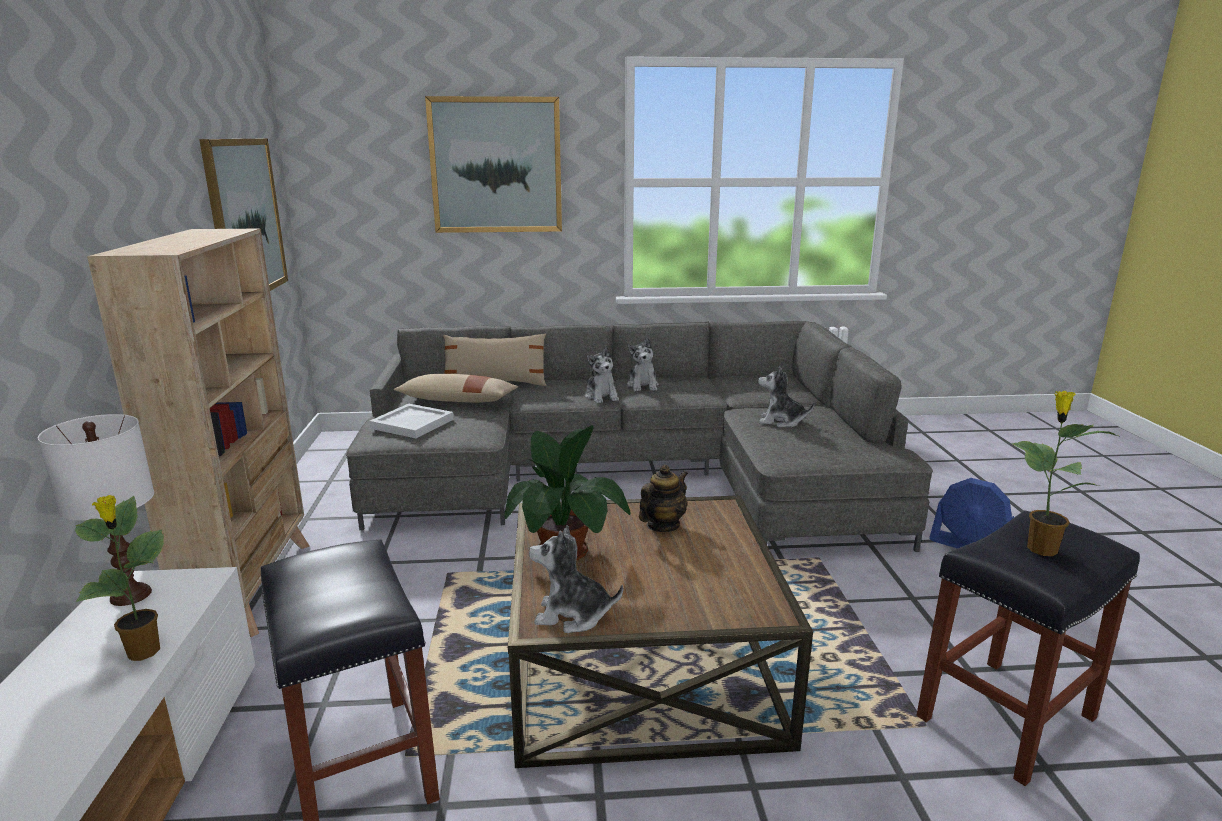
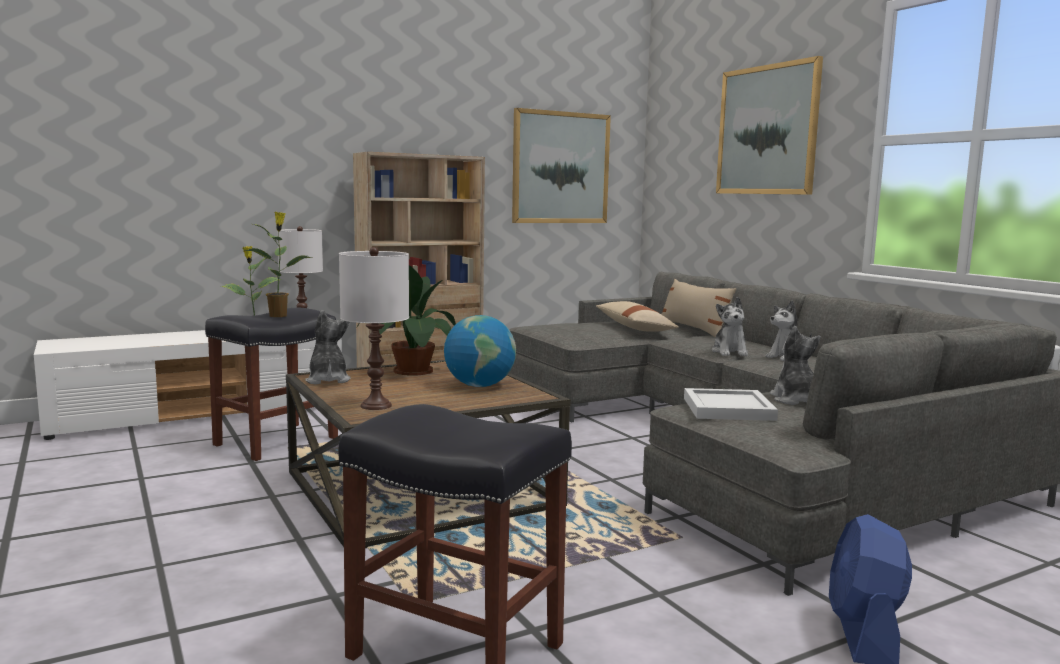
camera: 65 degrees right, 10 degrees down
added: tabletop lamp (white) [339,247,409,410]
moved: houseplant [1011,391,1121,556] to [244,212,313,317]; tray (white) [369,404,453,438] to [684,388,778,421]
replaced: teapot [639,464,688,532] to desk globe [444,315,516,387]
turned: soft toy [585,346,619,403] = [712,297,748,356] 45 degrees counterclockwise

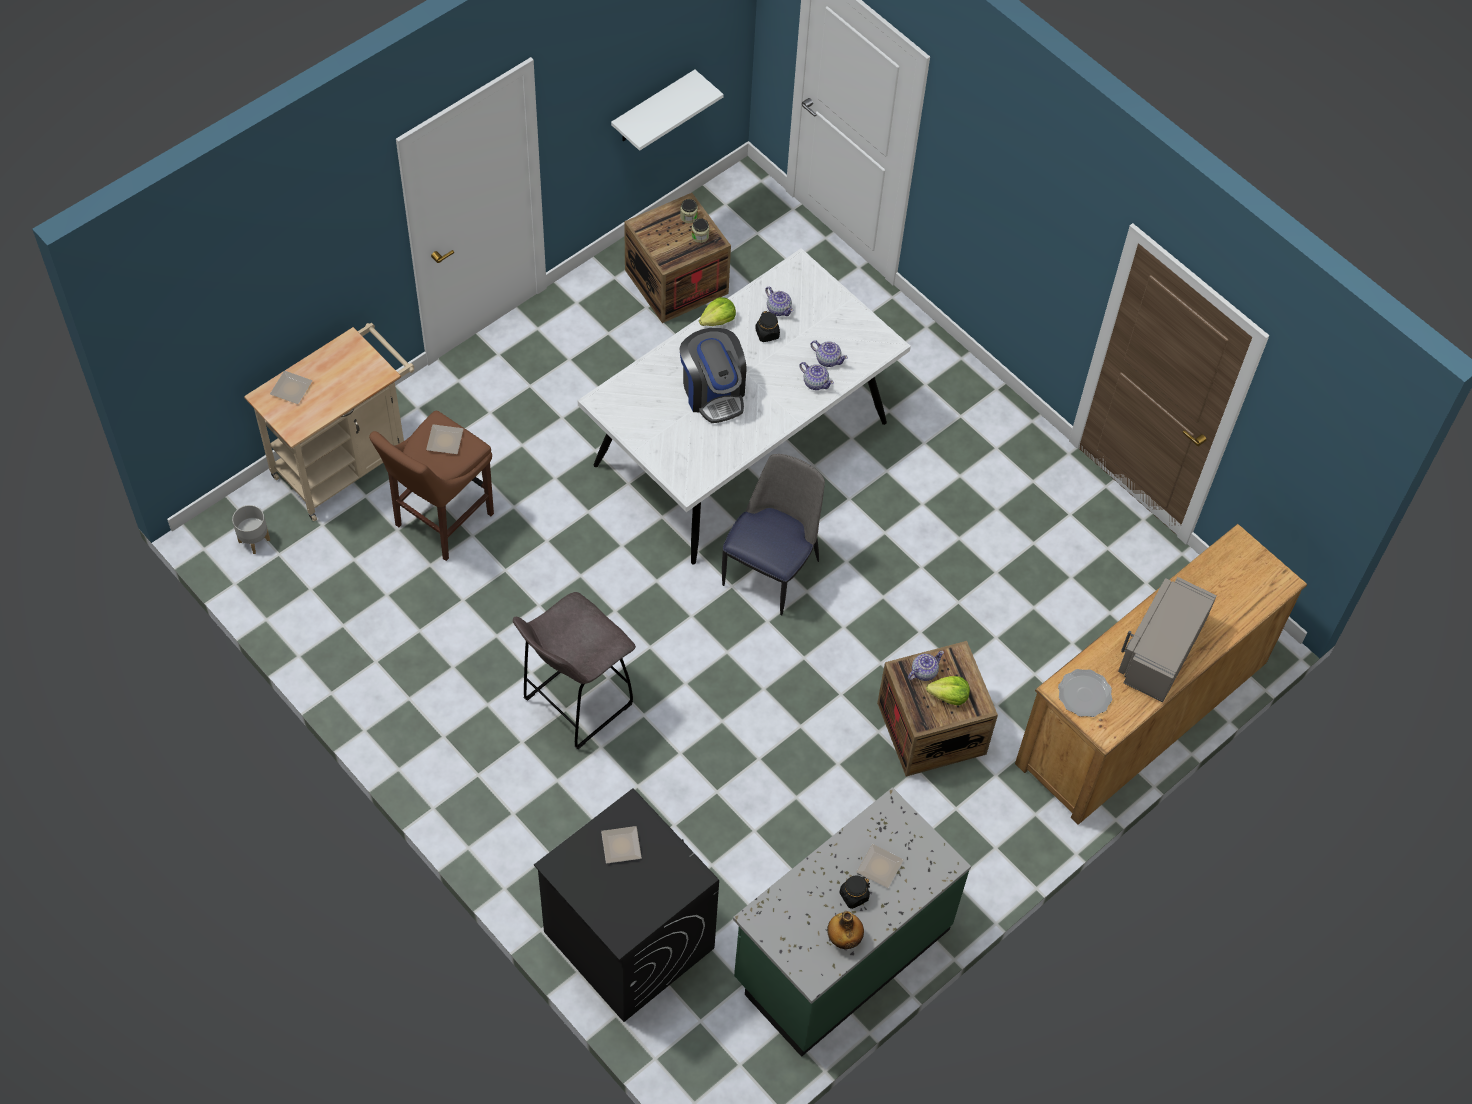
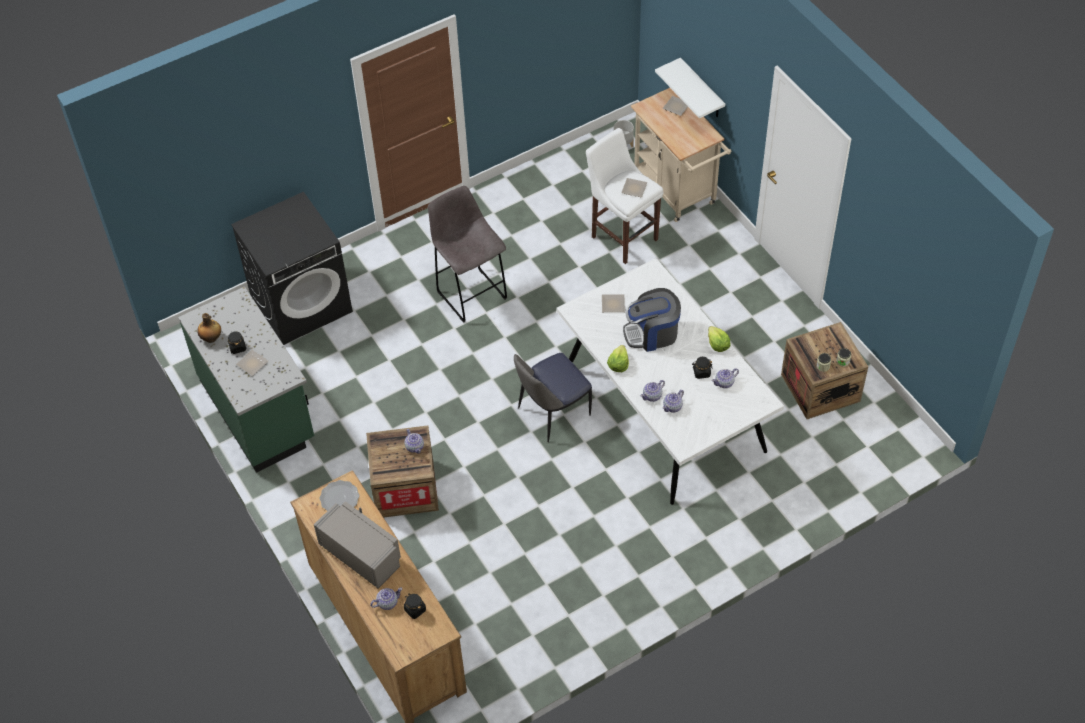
camera: 105 degrees right, 5 degrees down
added: teapot [370,588,403,610]; storage jar (black-coloured) [404,593,426,619]
moved: dinner plate [601,826,642,864] to [602,294,625,312]; lettuce [926,676,970,705] to [607,345,629,372]; shelf (white) [611,70,723,151] to [655,58,725,118]
recoloured: sitting stool (brown) [369,411,494,561] to sitting stool (white) [586,128,663,264]
turned: plain chair [722,454,825,615] = [514,353,592,442] 105 degrees clockwise

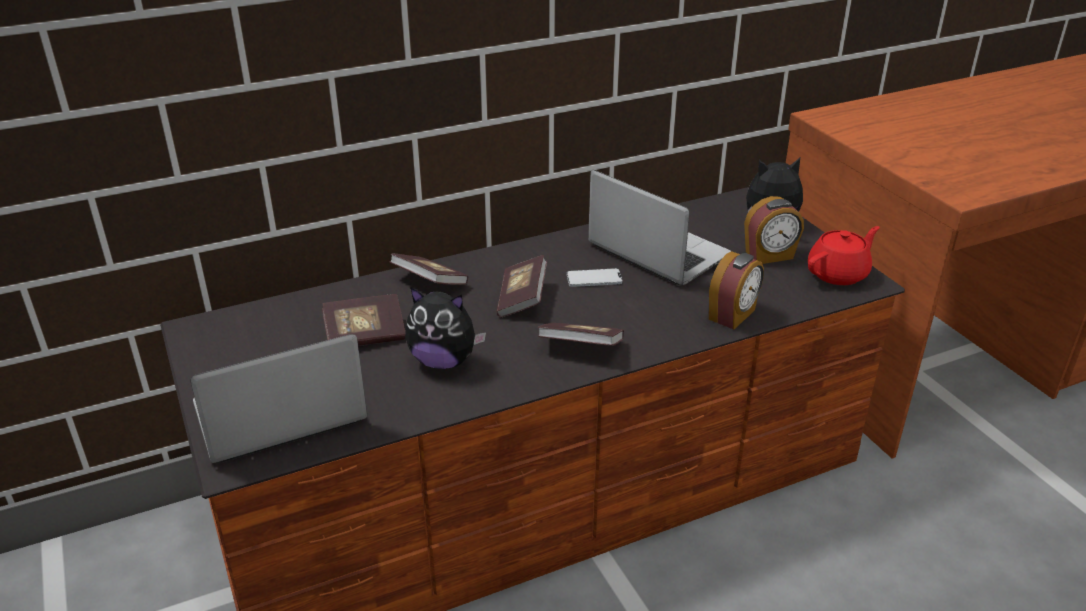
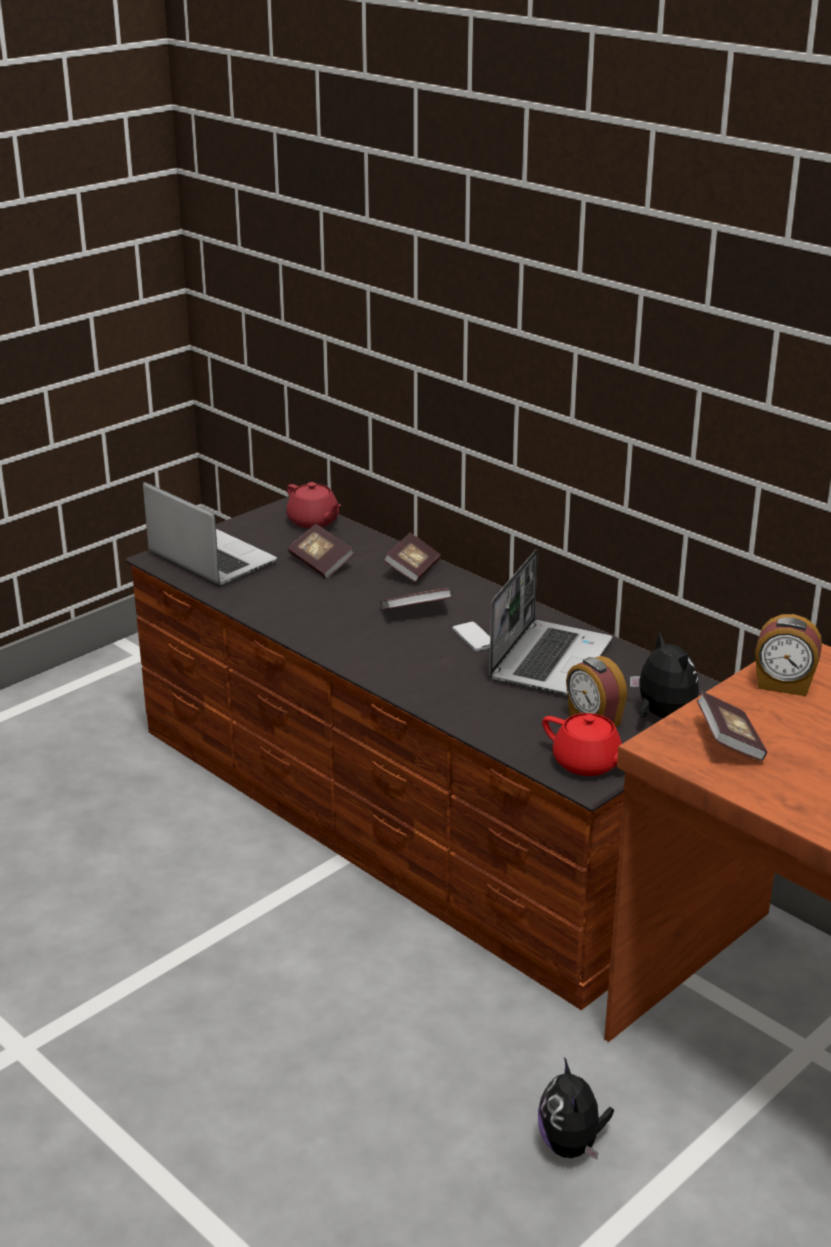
camera: 70 degrees right, 5 degrees down
added: teapot (red-coloured) [286,482,341,528]
moved: soft toy [405,287,486,369] to [538,1057,614,1160]; bound book [538,323,624,346] to [697,692,767,761]; bedside clock [709,251,764,330] to [755,614,822,696]

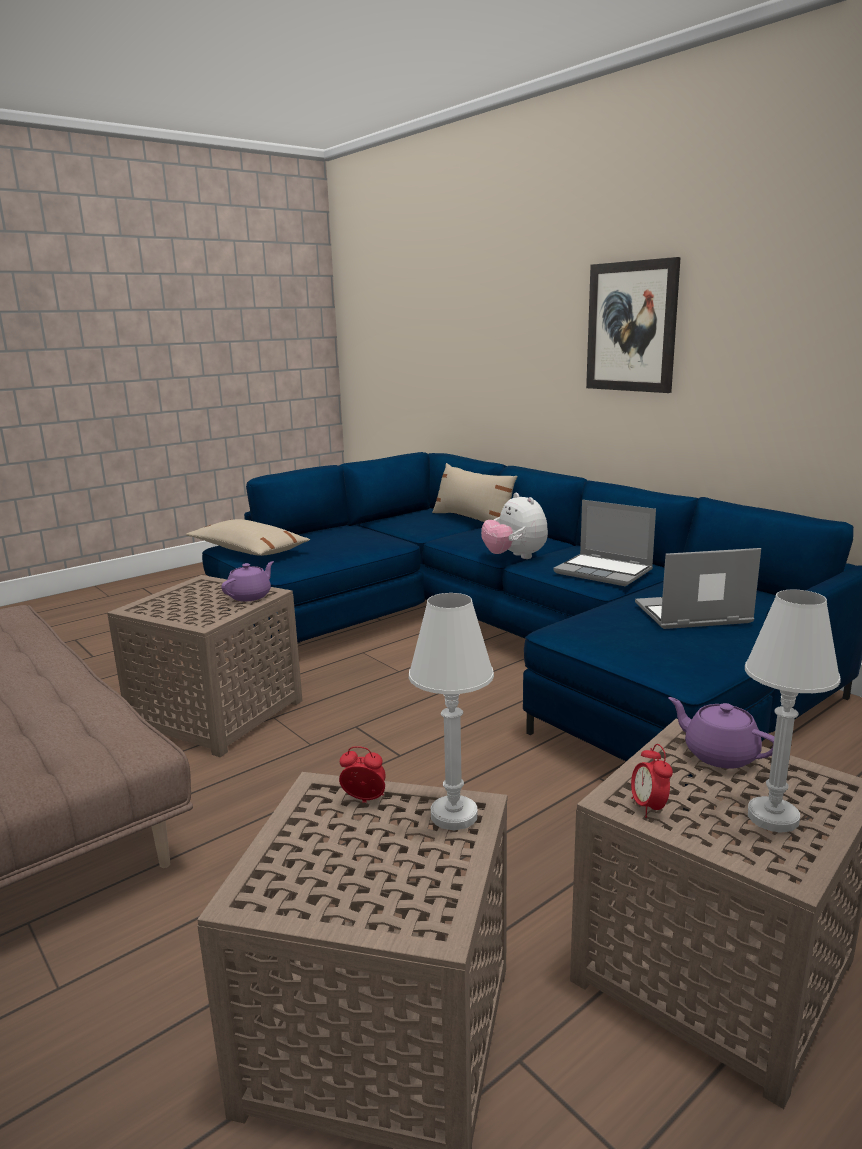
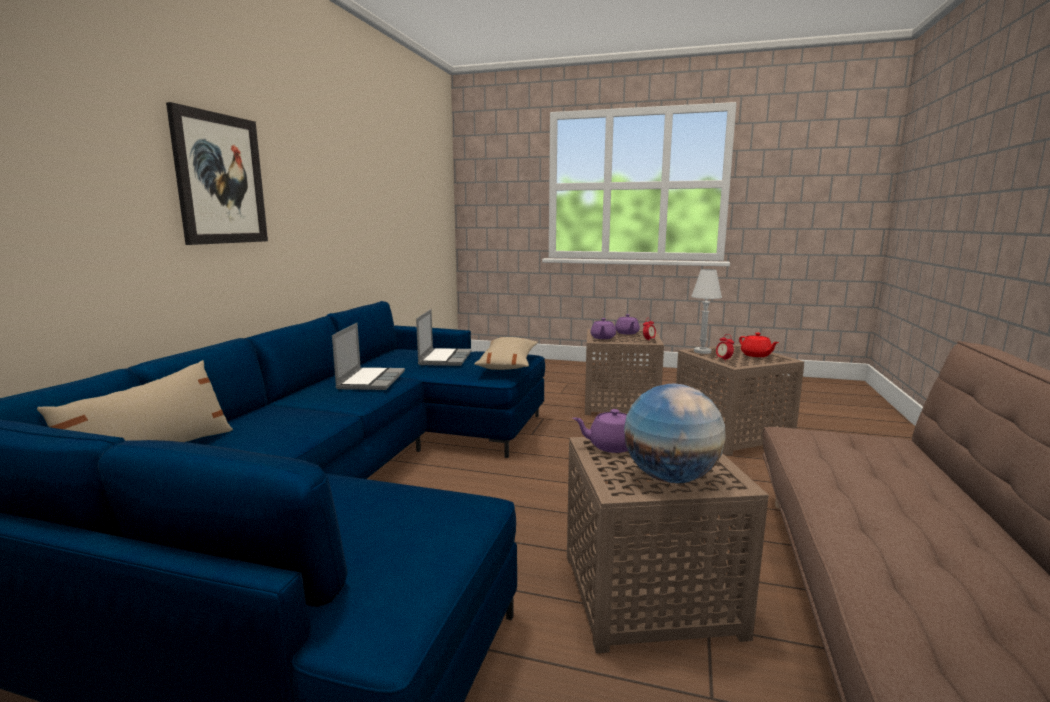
camera: 125 degrees left, 5 degrees down
removed: soft toy [481,493,548,559]
added: desk globe [624,384,726,483]; teapot (red-coloured) [739,333,779,357]
moved: throw pillow (beige-coloured) [186,519,310,556] to [474,337,538,370]
replaced: tabletop lamp (white) [745,590,841,833] to teapot (purple) [615,314,640,335]
turned: notebook computer [635,548,761,629] = [416,309,472,366] 135 degrees counterclockwise

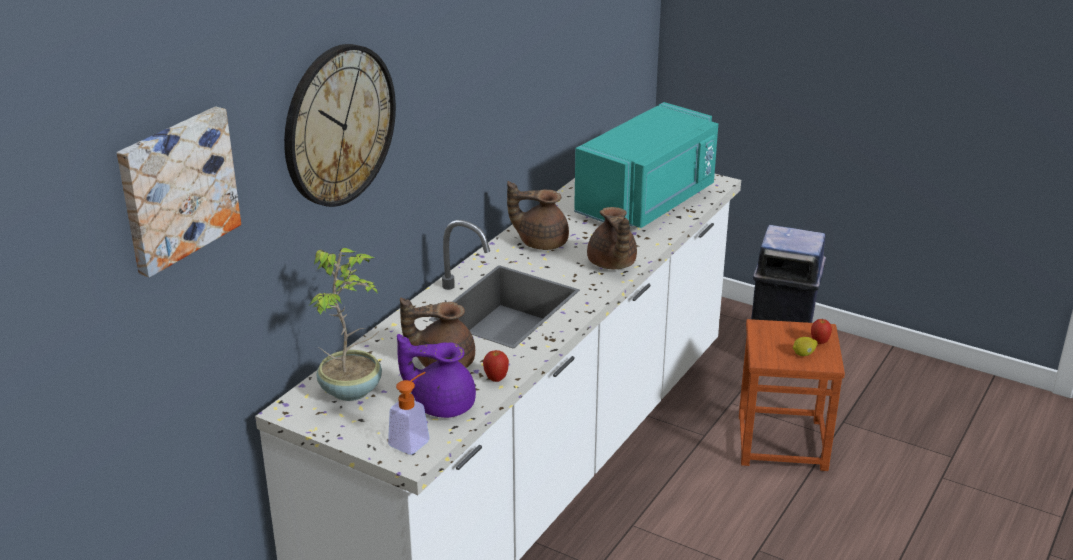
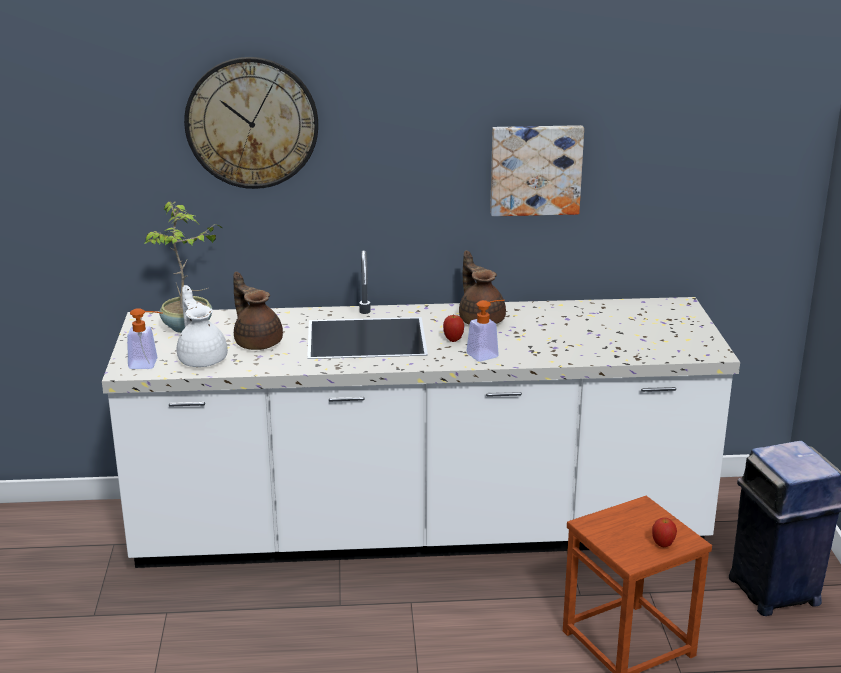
camera: 55 degrees right, 5 degrees down
removed: microwave oven (turquoise) [574,102,718,228]; lemon [793,337,818,356]
moved: whole apple [483,350,509,382] to [443,315,464,342]; wall picture [117,106,241,278] to [490,125,584,216]
replaced: teapot (brown) [587,207,637,269] to soap dispenser [466,300,505,361]
recoloured: teapot (purple) [397,334,476,418] to teapot (white) [177,285,228,367]

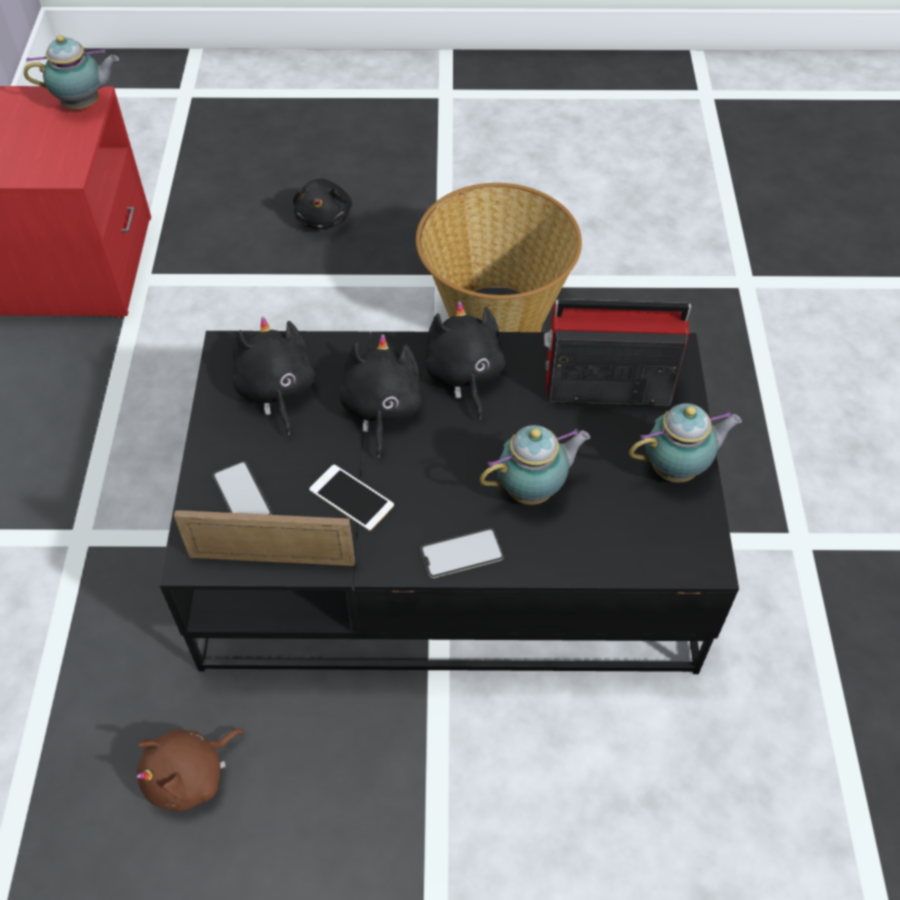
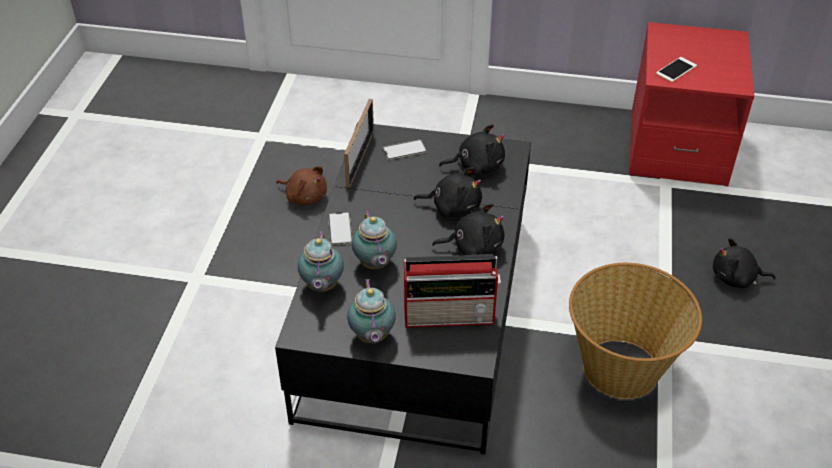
camera: 100 degrees right, 10 degrees down
moved: teapot [24,35,119,110] to [298,230,344,292]; phone [309,464,394,531] to [656,57,697,82]
turned: soft toy (brown) [136,729,244,811] = [276,166,327,205] 150 degrees clockwise; radio [544,299,691,406] = [404,254,501,328] 75 degrees clockwise

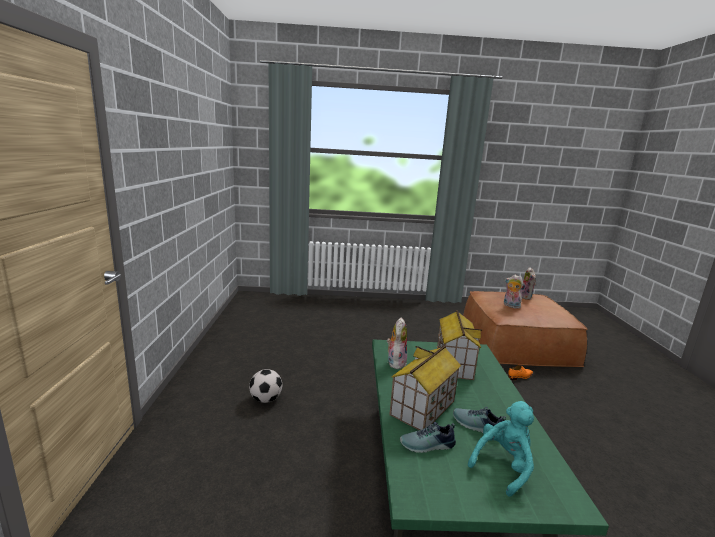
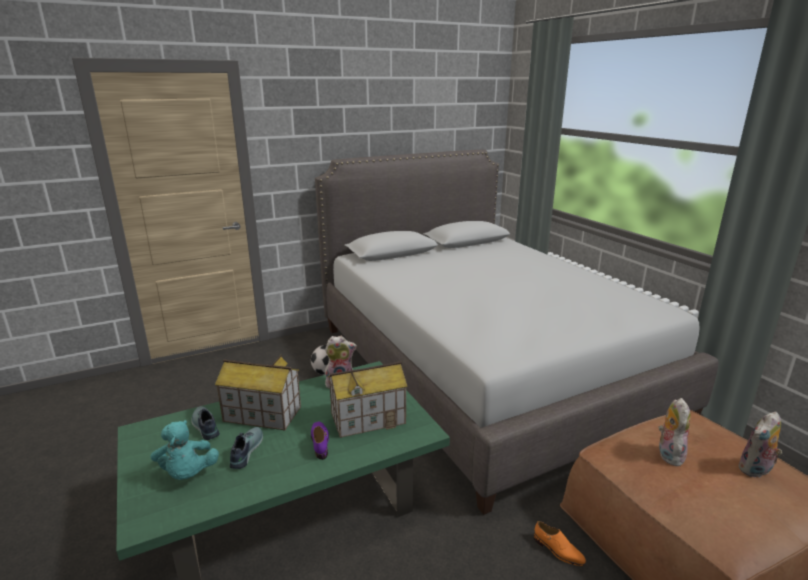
camera: 65 degrees right, 5 degrees up
added: low shoe (purple) [311,422,329,460]; bedroom bed (gray) [315,149,719,515]
turned: soft toy (turquoise) [468,401,534,497] = [151,420,219,480] 45 degrees clockwise

